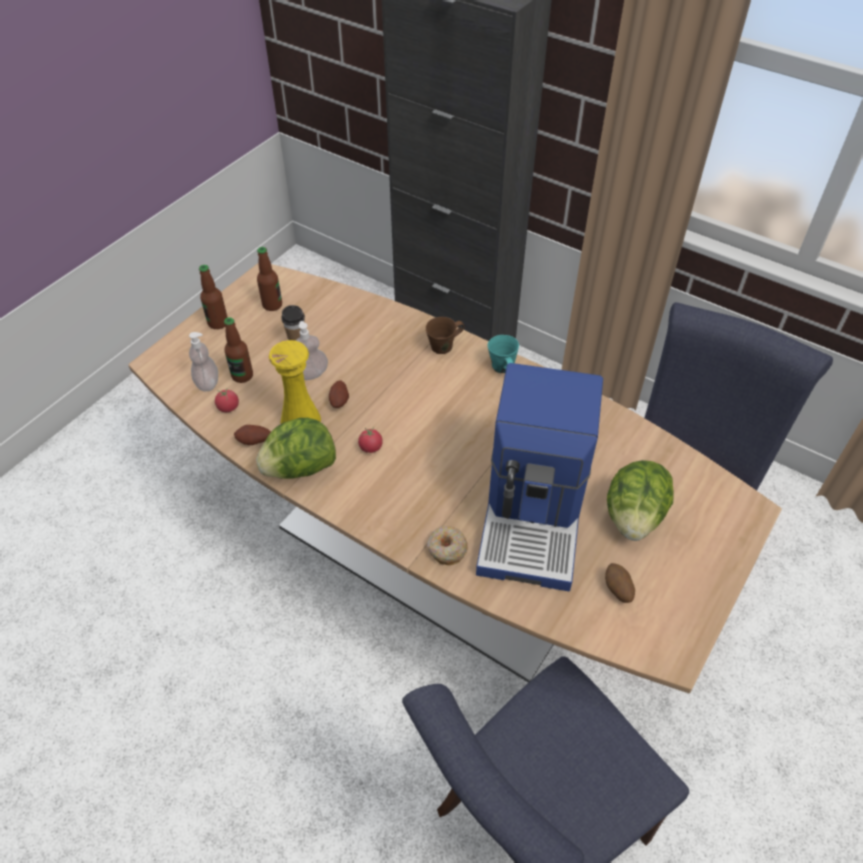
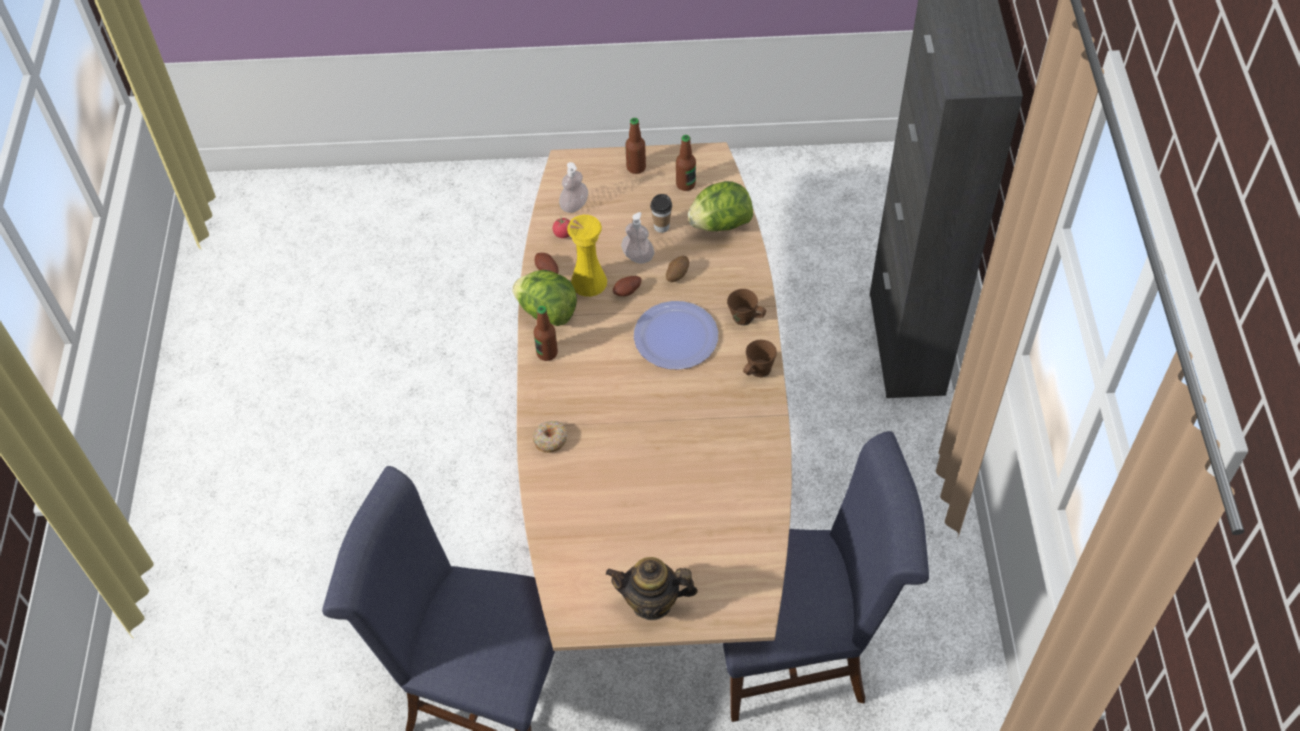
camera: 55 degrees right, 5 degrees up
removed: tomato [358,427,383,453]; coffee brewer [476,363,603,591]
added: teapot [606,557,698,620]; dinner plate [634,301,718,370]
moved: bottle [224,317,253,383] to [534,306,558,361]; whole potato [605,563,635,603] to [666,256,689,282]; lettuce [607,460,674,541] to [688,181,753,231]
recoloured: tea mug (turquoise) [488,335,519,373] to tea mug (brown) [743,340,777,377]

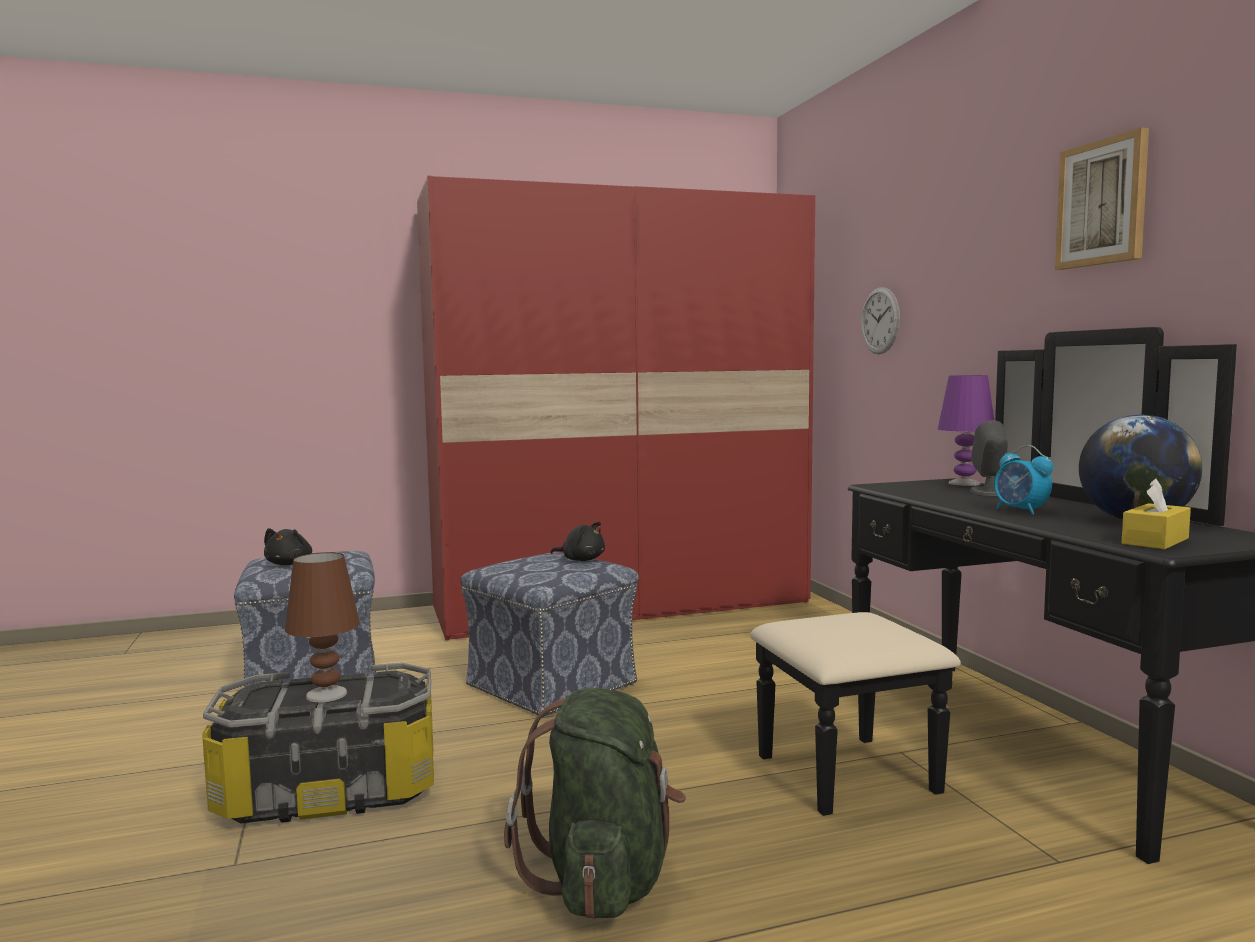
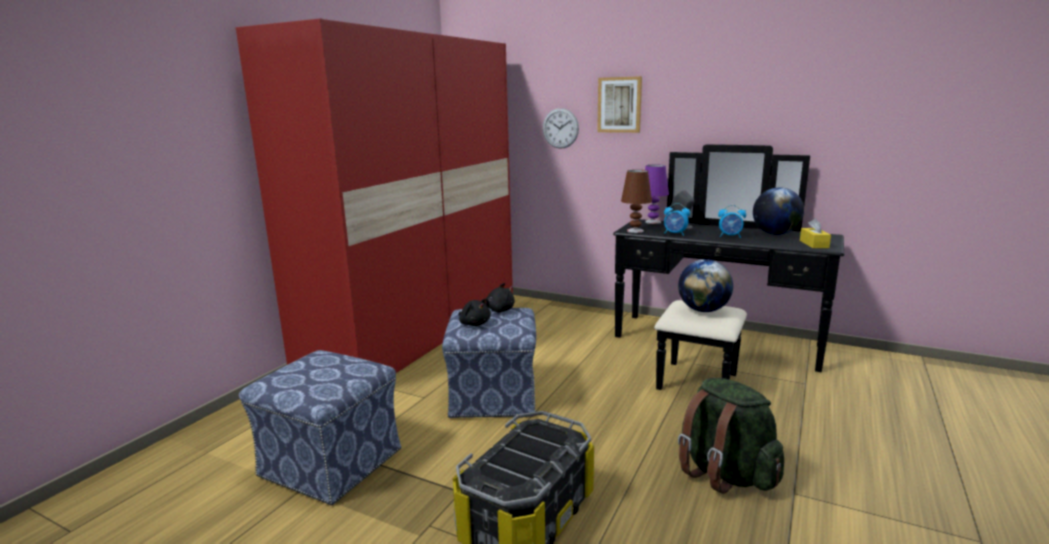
camera: 45 degrees left, 10 degrees up
added: bedside clock [664,203,690,236]; desk globe [678,259,733,312]
moved: soft toy (black-coloured) [264,528,312,565] to [459,299,491,326]; wall picture [1055,127,1149,270] to [597,76,642,133]; tabletop lamp (brown) [285,552,360,702] to [621,170,652,233]

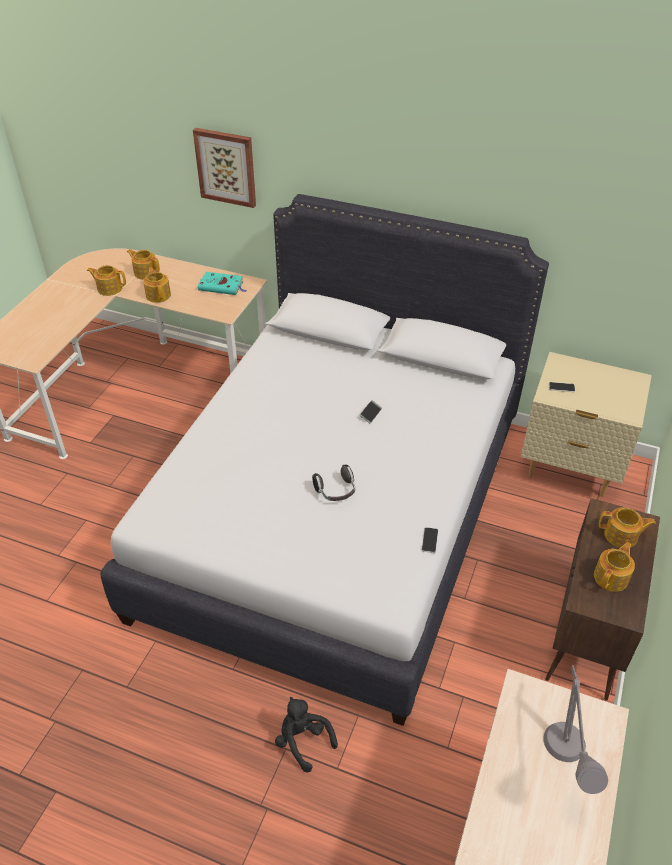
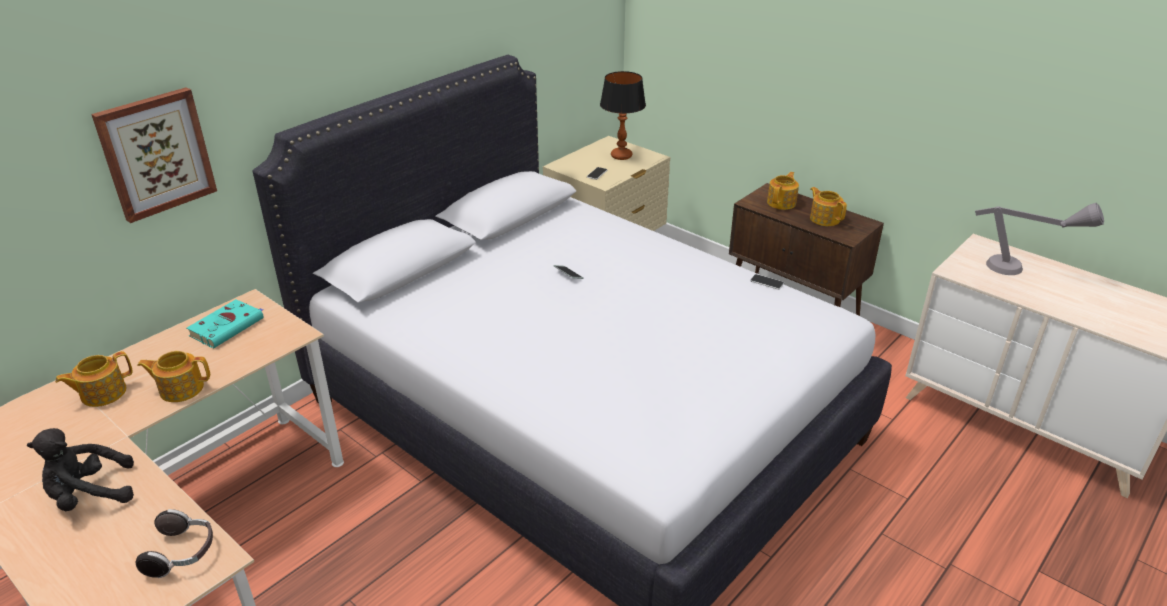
camera: 70 degrees left, 10 degrees down
removed: teapot [87,265,126,296]
added: tabletop lamp [600,71,646,160]
moved: soft toy (black-coloured) [275,697,338,773] to [27,428,134,511]; headphones [312,464,355,501] to [136,509,213,578]

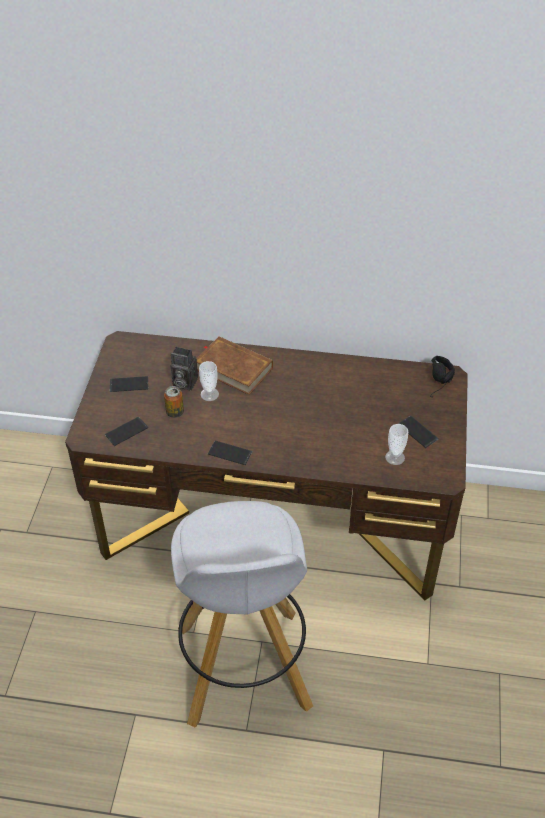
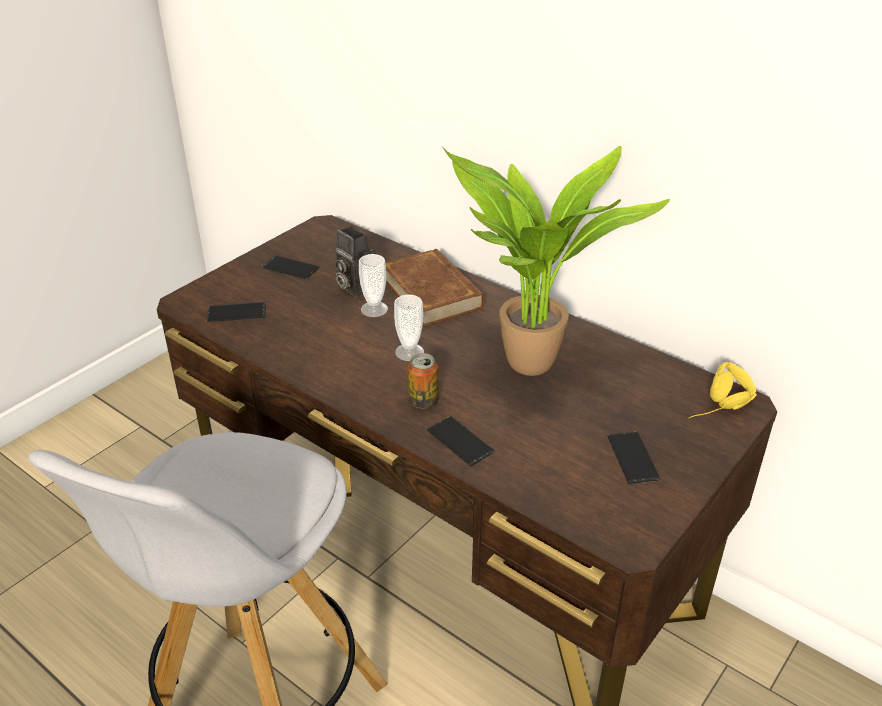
camera: 30 degrees right, 10 degrees down
added: houseplant [442,146,670,376]
moved: cup [385,424,408,465] to [394,295,424,361]; sealed can [164,386,184,418] to [408,353,438,408]; phone [208,441,253,465] to [427,416,495,466]
recoloured: headphones (black-coloured) [430,356,455,397] to headphones (yellow) [689,362,757,418]

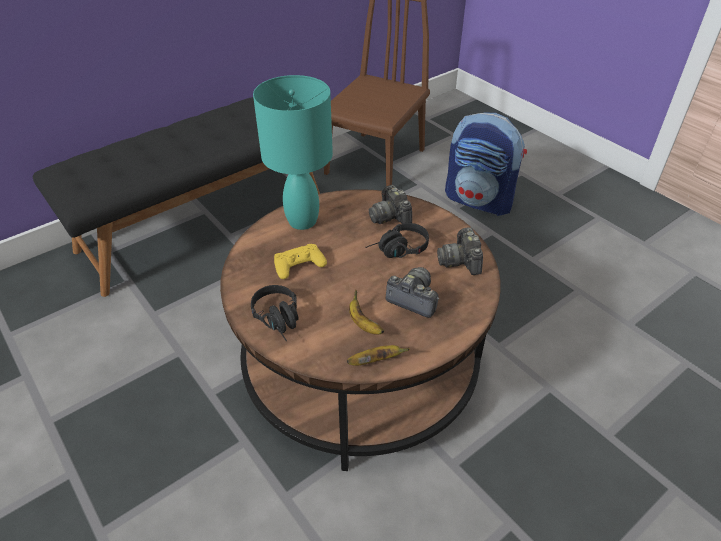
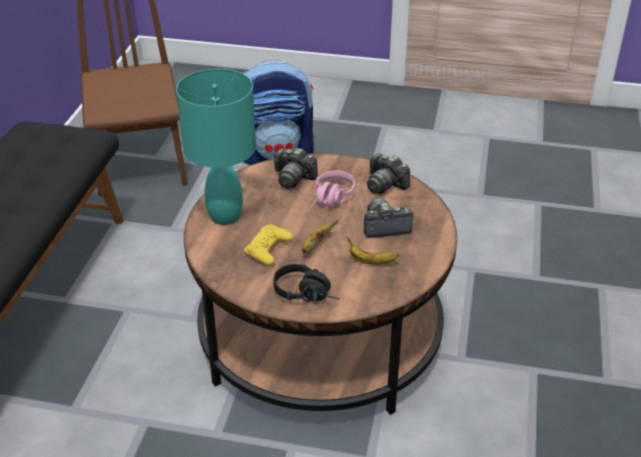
camera: 40 degrees left, 5 degrees down
moved: whole banana [347,345,410,366] to [302,220,338,253]
recoloured: headphones (black-coloured) [365,223,429,258] to headphones (pink) [311,171,355,208]

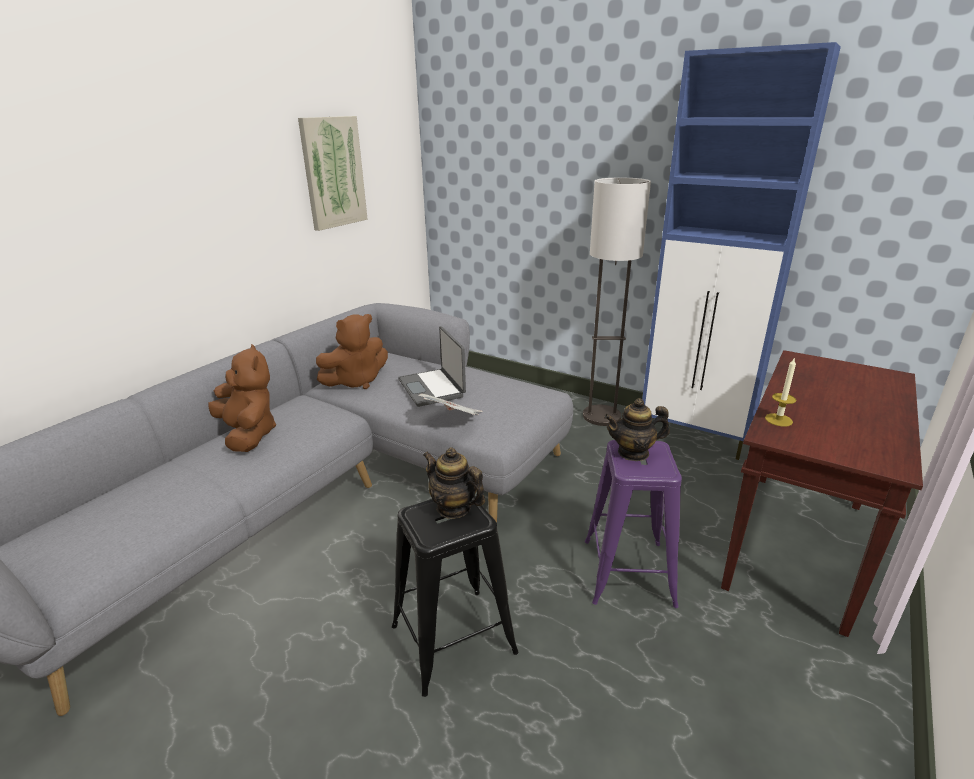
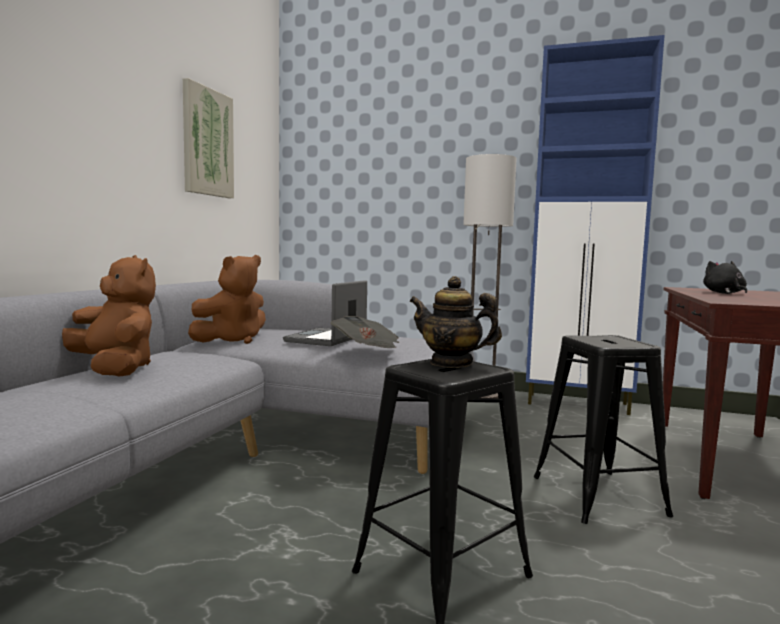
camera: 15 degrees left, 20 degrees down
removed: teapot [604,398,670,461]; wax light [765,357,797,427]
added: soft toy (black-coloured) [703,261,747,294]
recoloured: sitting stool (purple) [585,440,682,608] to sitting stool (black-coloured) [534,335,673,524]
turned: notebook computer [398,326,466,407] = [283,280,367,346] 60 degrees clockwise

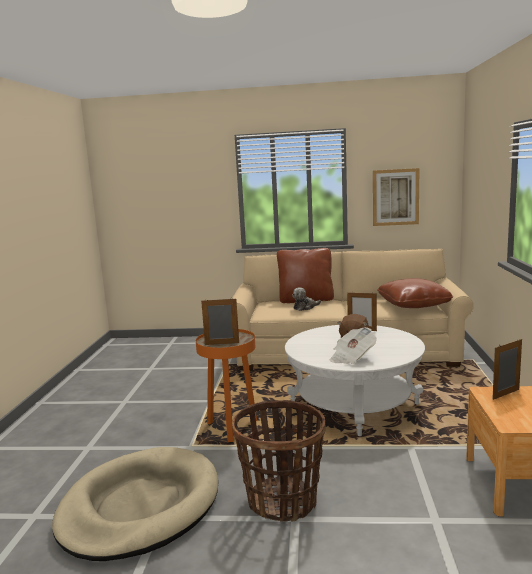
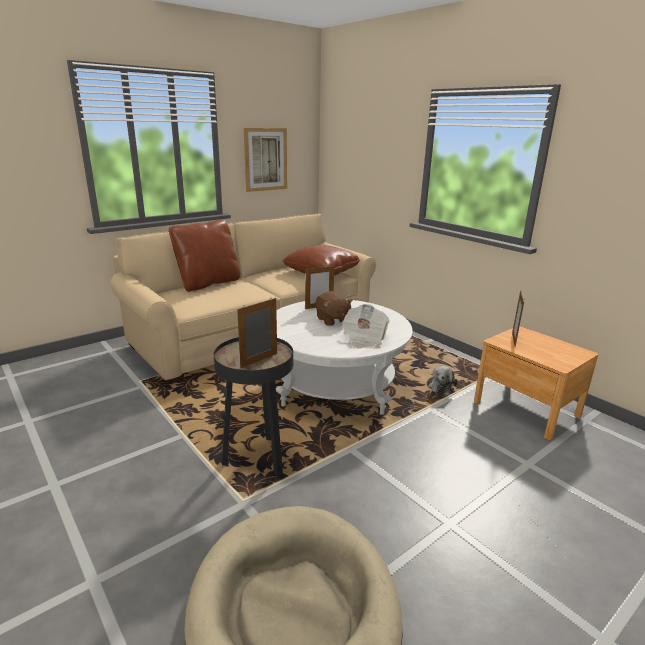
camera: 45 degrees left, 10 degrees up
removed: basket [232,400,326,522]
moved: soft toy [292,287,321,311] to [428,366,458,395]
recoloured: end table (orangey) [196,329,257,442] to end table (black-coloured) [214,337,293,477]

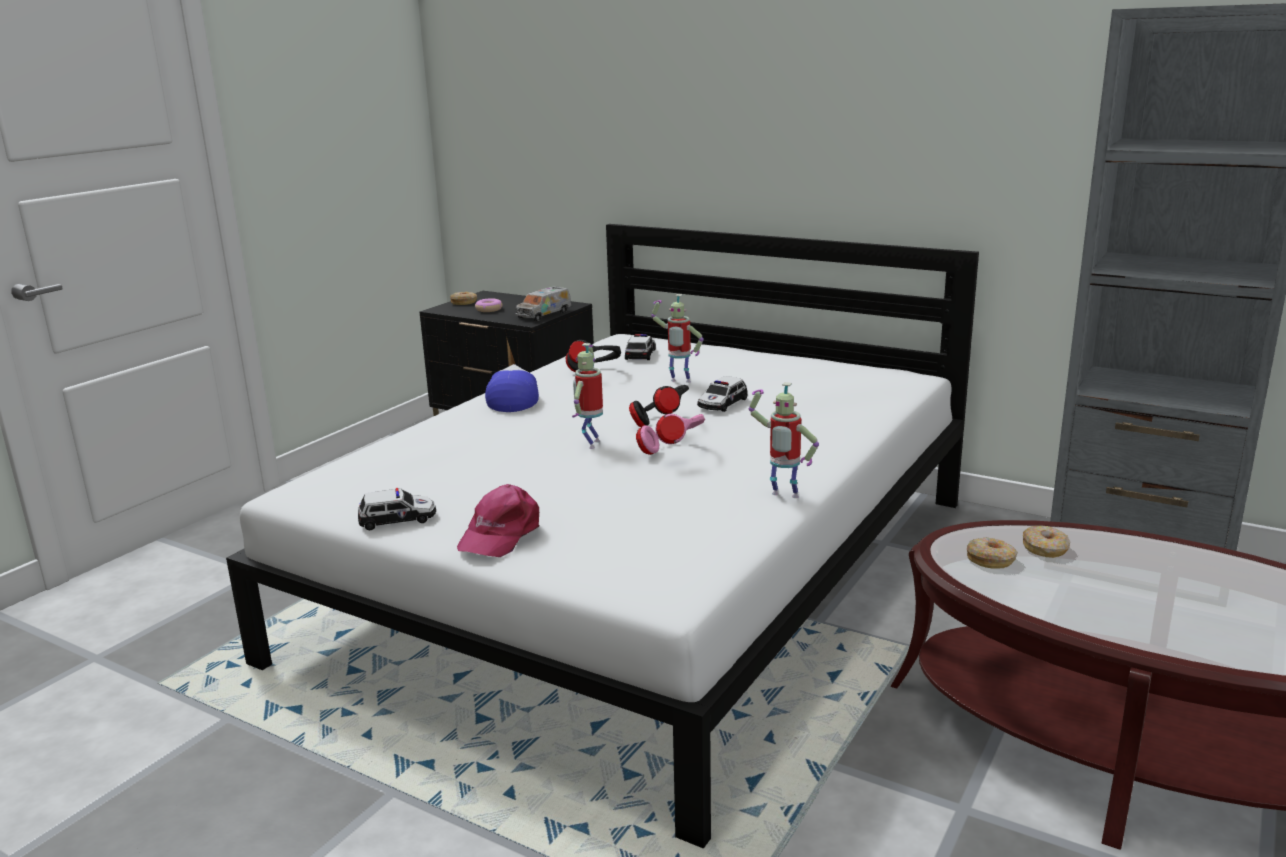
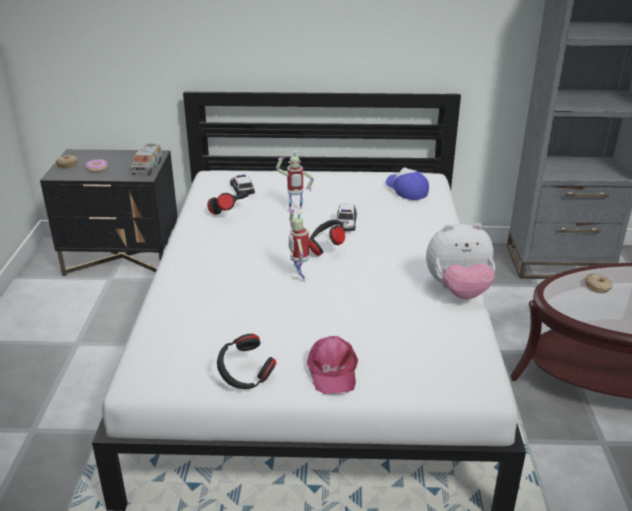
camera: 30 degrees left, 10 degrees up
removed: headphones (pink) [636,414,705,455]; donut [967,538,1018,568]
moved: baseball cap [485,364,539,412] to [386,167,429,200]
replaced: miniature car [358,488,436,530] to headphones (black-coloured) [217,334,276,389]; robot figure [749,382,819,498] to soft toy [426,223,495,299]

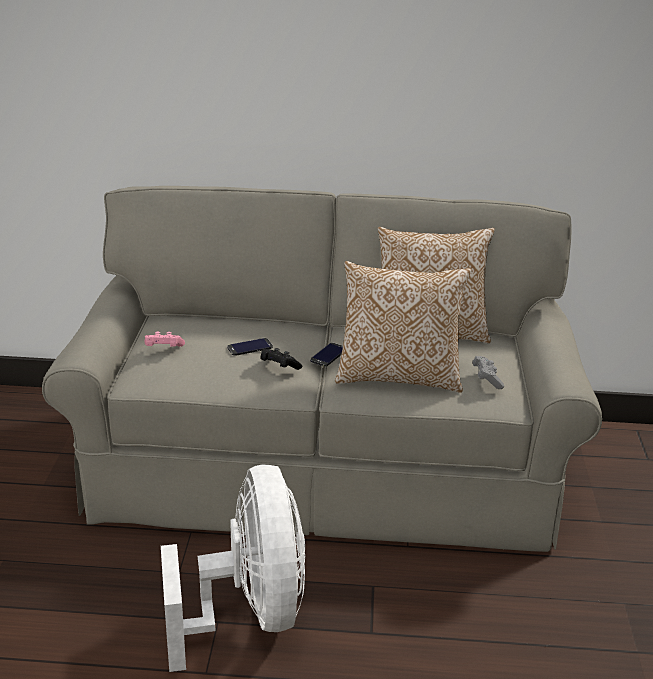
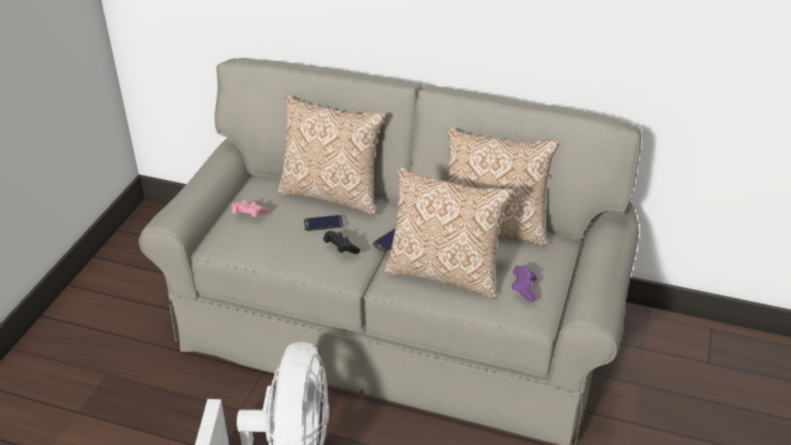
camera: 15 degrees right, 10 degrees up
added: throw pillow [277,95,386,215]
recoloured: joypad (gray) [472,356,504,389] to joypad (purple) [512,266,537,302]

